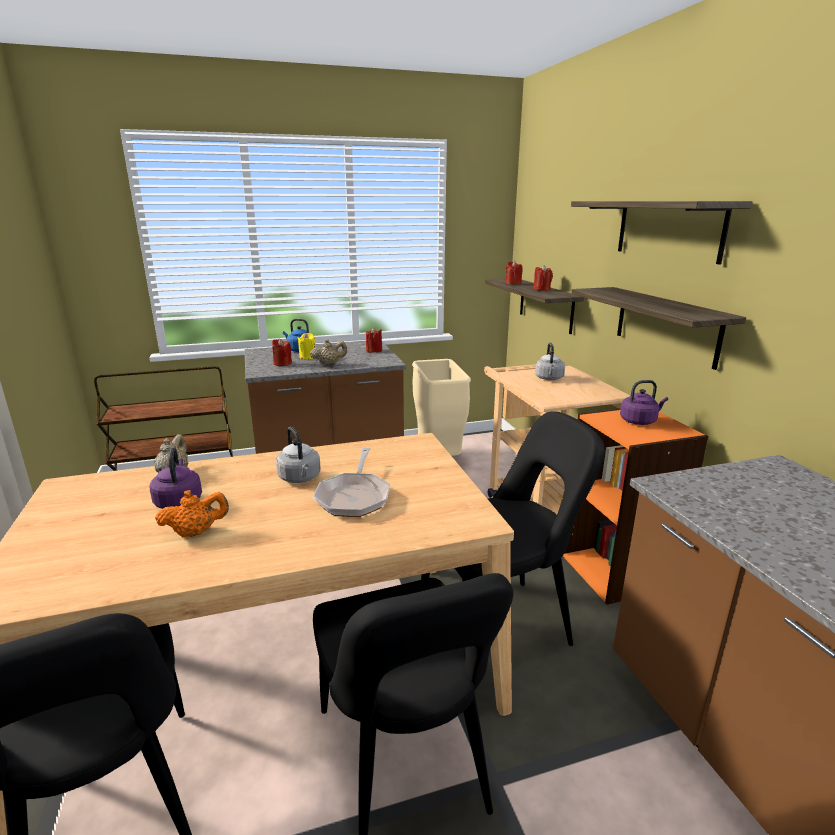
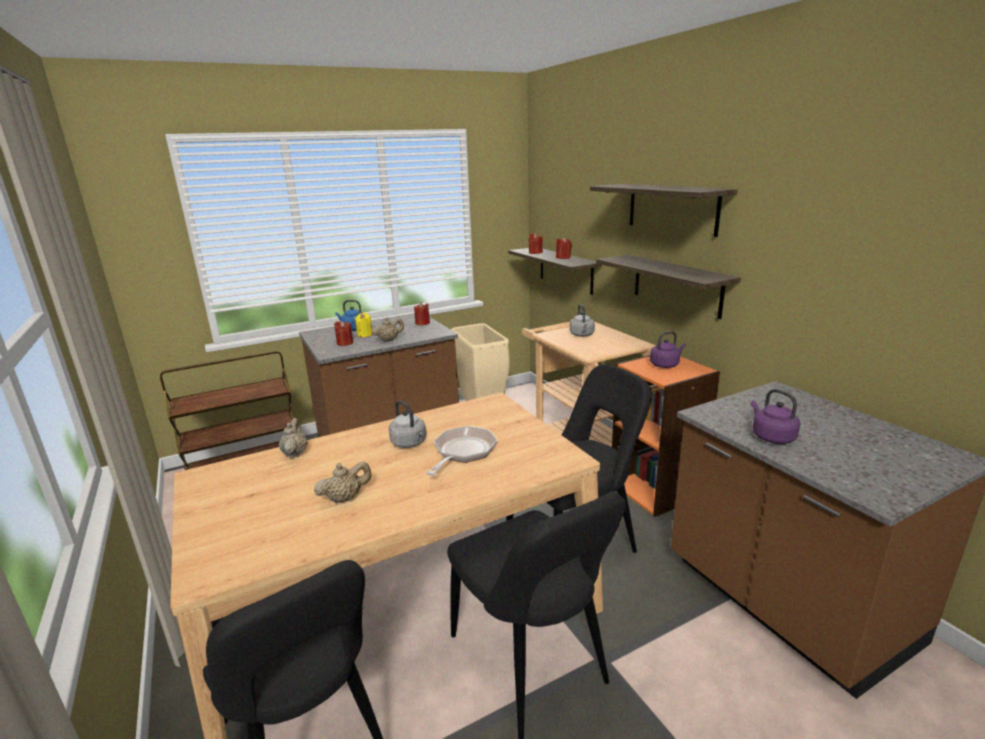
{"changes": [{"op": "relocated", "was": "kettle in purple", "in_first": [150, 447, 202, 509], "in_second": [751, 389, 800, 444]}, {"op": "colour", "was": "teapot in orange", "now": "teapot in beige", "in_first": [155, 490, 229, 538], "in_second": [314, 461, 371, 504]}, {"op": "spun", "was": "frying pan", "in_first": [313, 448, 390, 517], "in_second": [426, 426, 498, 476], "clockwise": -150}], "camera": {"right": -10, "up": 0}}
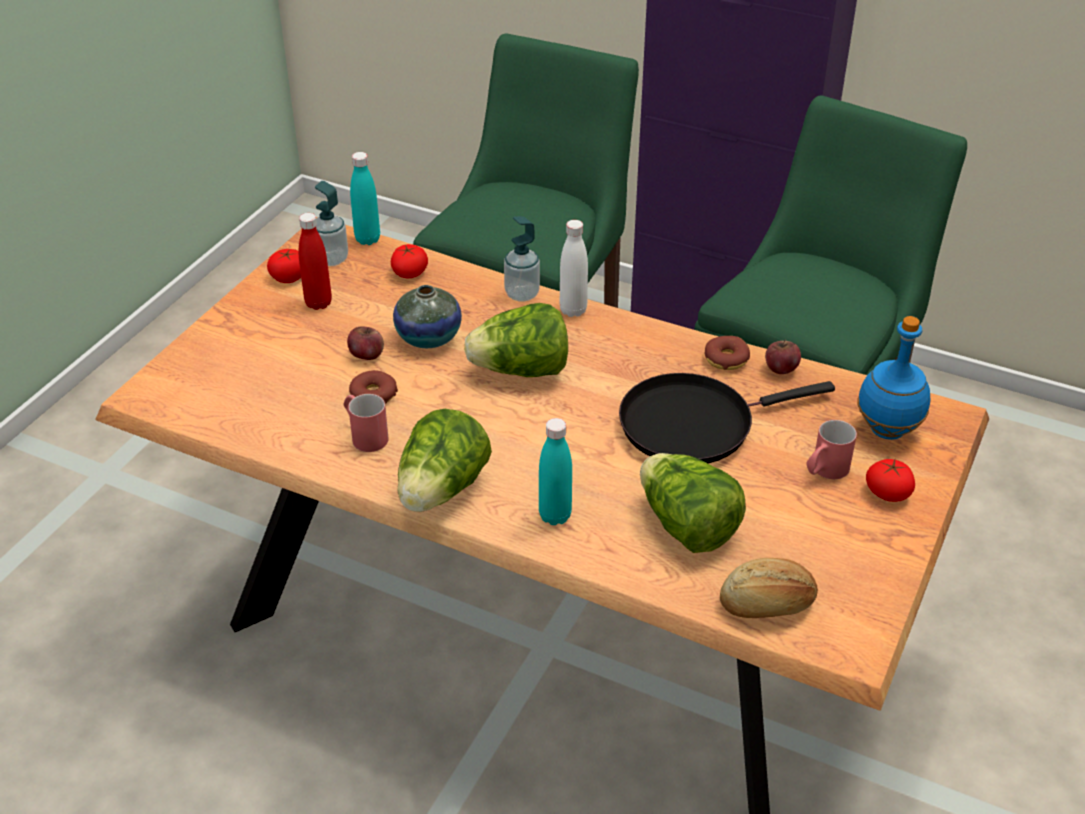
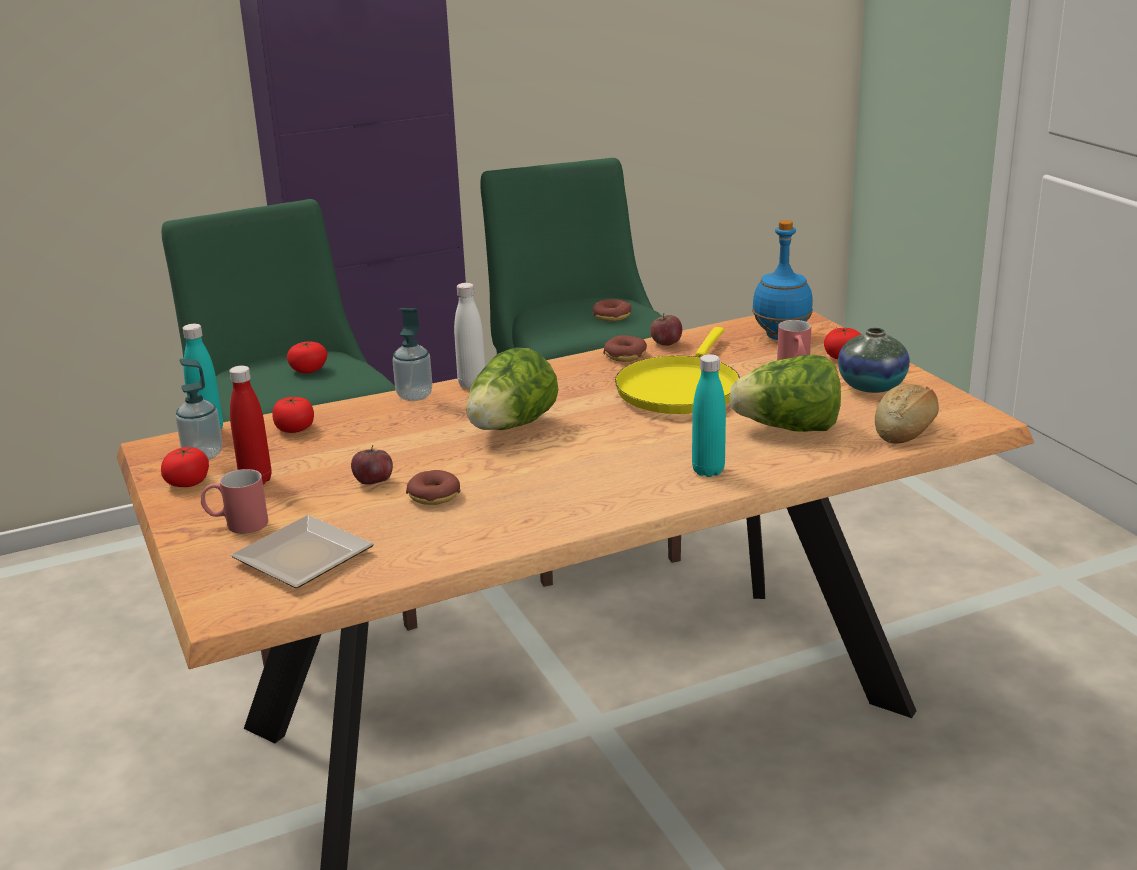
{"changes": [{"op": "missing", "was": "lettuce", "in_first": [397, 409, 492, 512]}, {"op": "appeared", "now": "plate", "in_second": [230, 515, 374, 588]}, {"op": "appeared", "now": "tomato", "in_second": [287, 341, 327, 373]}, {"op": "appeared", "now": "donut", "in_second": [593, 299, 631, 321]}, {"op": "relocated", "was": "mug in red", "in_first": [344, 394, 389, 452], "in_second": [201, 469, 268, 534]}, {"op": "relocated", "was": "vase", "in_first": [393, 285, 462, 348], "in_second": [838, 328, 910, 393]}, {"op": "colour", "was": "frying pan in black", "now": "frying pan in yellow", "in_first": [619, 373, 835, 463], "in_second": [615, 327, 740, 414]}], "camera": {"right": -50, "up": -15}}
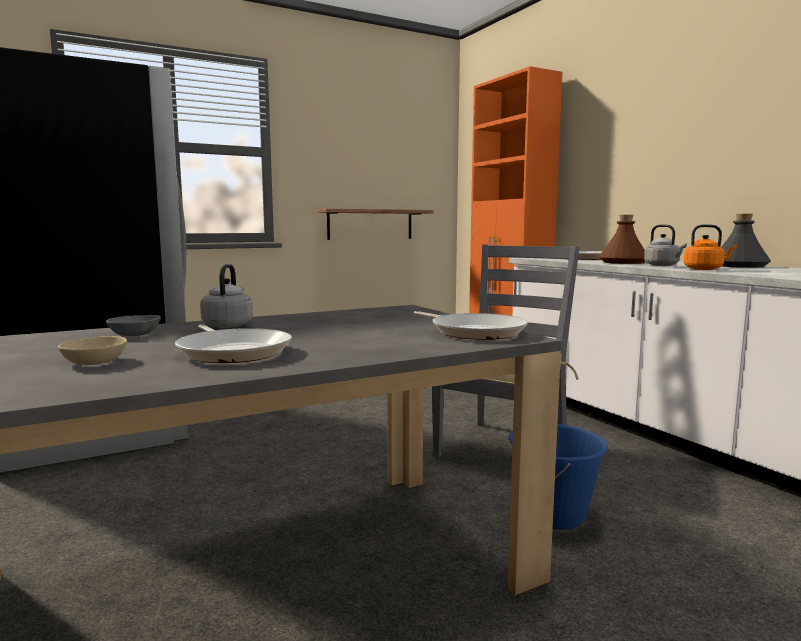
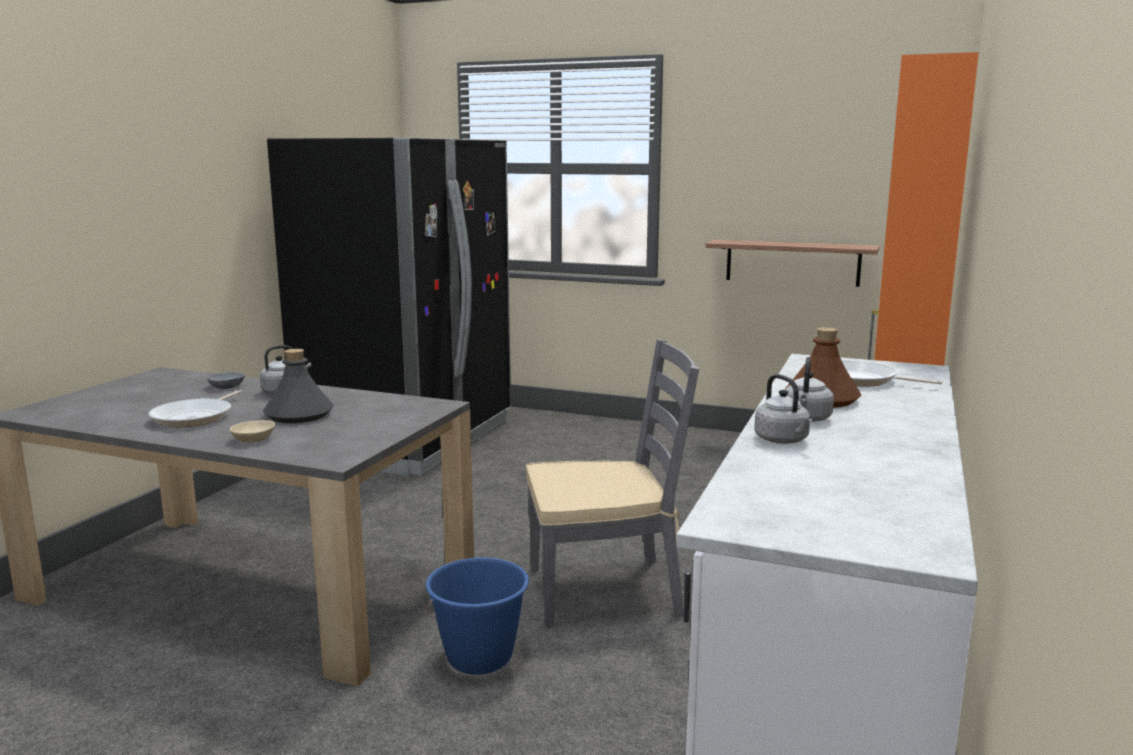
{"changes": [{"op": "missing", "was": "frying pan", "in_first": [413, 311, 528, 340]}, {"op": "relocated", "was": "bowl in beige", "in_first": [58, 336, 127, 365], "in_second": [230, 420, 275, 443]}, {"op": "relocated", "was": "bottle in grey", "in_first": [722, 214, 771, 268], "in_second": [263, 349, 334, 423]}, {"op": "colour", "was": "kettle in orange", "now": "kettle in grey", "in_first": [684, 224, 737, 270], "in_second": [754, 374, 813, 444]}], "camera": {"right": 50, "up": 5}}
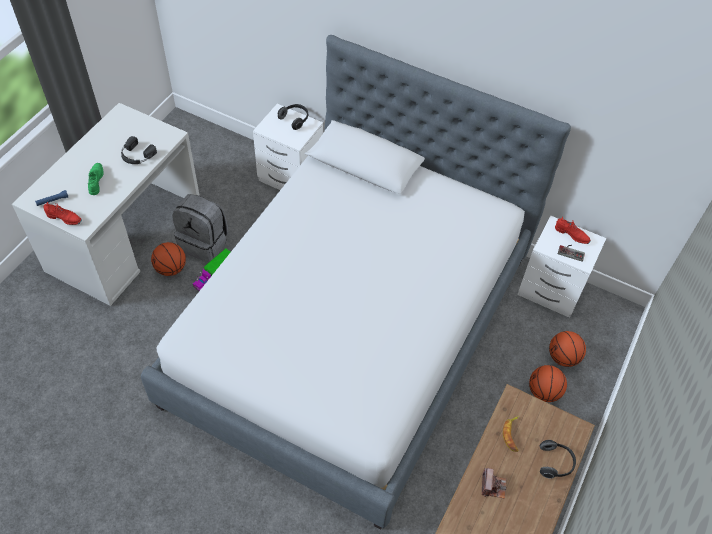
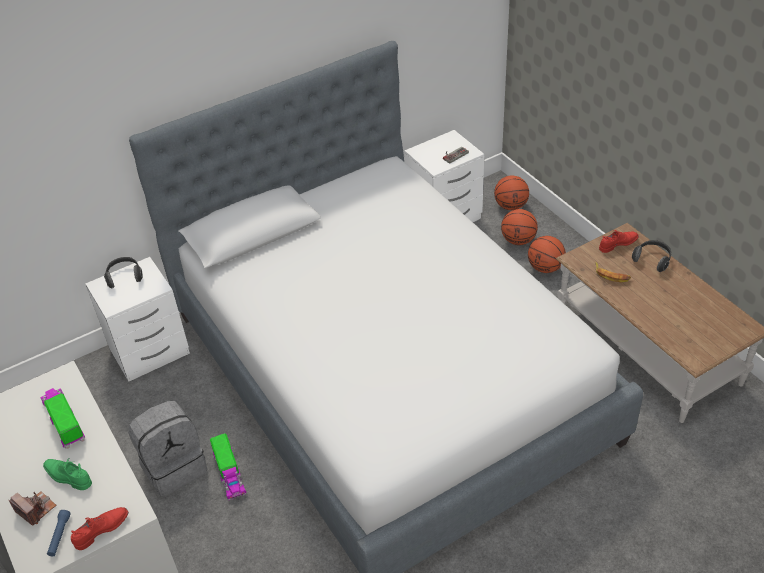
{"changes": [{"op": "relocated", "was": "basketball", "in_first": [151, 242, 186, 276], "in_second": [494, 175, 529, 210]}, {"op": "relocated", "was": "photo camera", "in_first": [482, 468, 506, 499], "in_second": [9, 491, 56, 526]}, {"op": "relocated", "was": "shoe in red", "in_first": [555, 217, 591, 244], "in_second": [599, 230, 639, 253]}, {"op": "exchanged", "was": "headphones in black", "now": "toy truck", "in_first": [121, 136, 157, 164], "in_second": [41, 388, 85, 449]}], "camera": {"right": -55, "up": -10}}
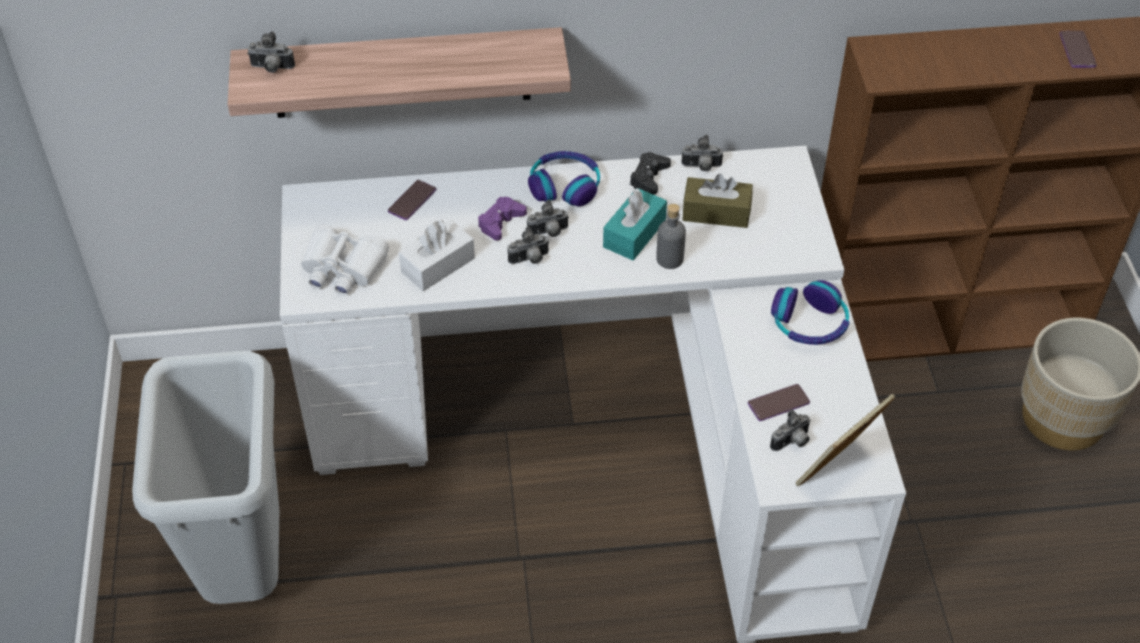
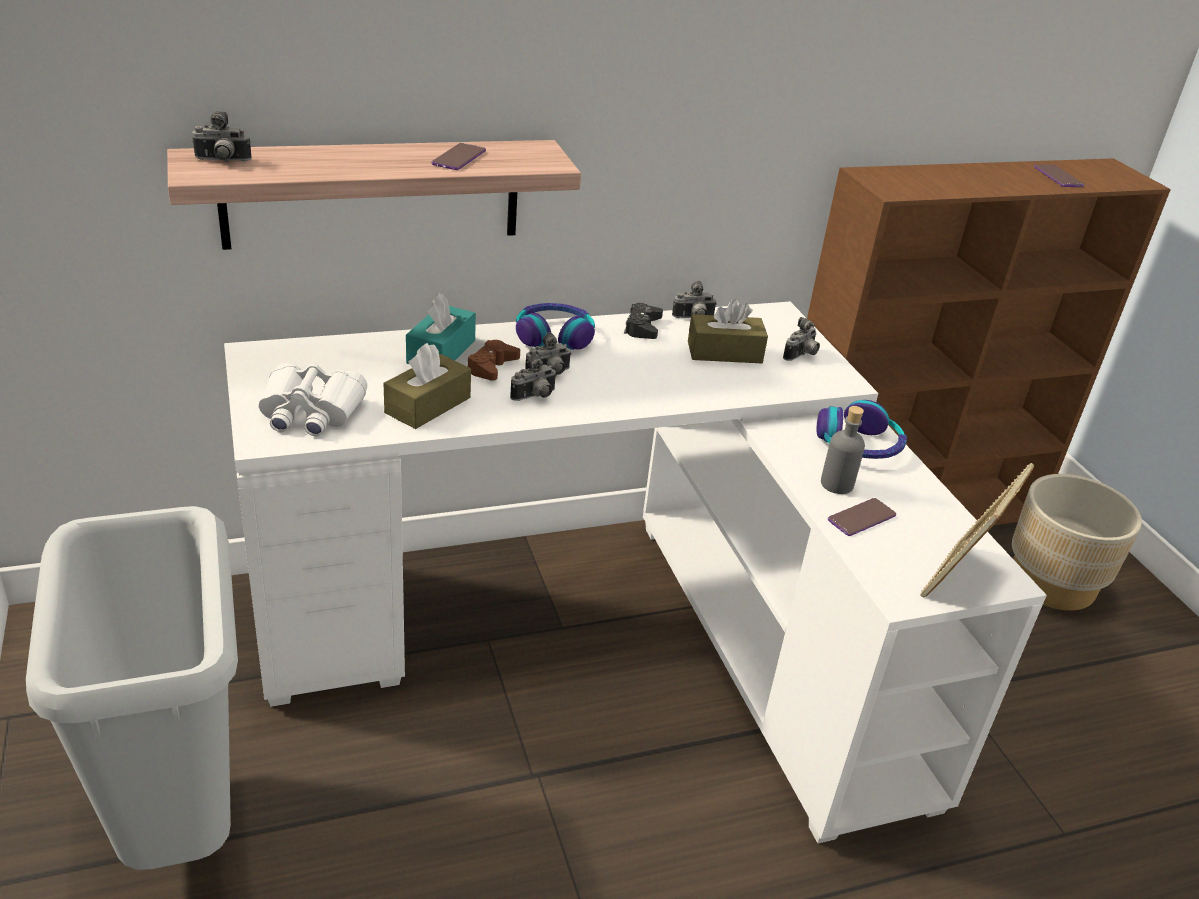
{"changes": [{"op": "relocated", "was": "phone", "in_first": [388, 180, 436, 220], "in_second": [431, 143, 486, 170]}, {"op": "relocated", "was": "tissue box in turquoise", "in_first": [603, 188, 667, 260], "in_second": [406, 293, 476, 364]}, {"op": "relocated", "was": "bottle in grey", "in_first": [656, 204, 686, 269], "in_second": [821, 406, 865, 494]}, {"op": "relocated", "was": "photo camera", "in_first": [770, 409, 811, 451], "in_second": [783, 317, 820, 361]}, {"op": "colour", "was": "tissue box in white", "now": "tissue box in brown", "in_first": [399, 219, 475, 291], "in_second": [384, 343, 471, 429]}, {"op": "colour", "was": "game controller in purple", "now": "game controller in brown", "in_first": [478, 197, 527, 240], "in_second": [467, 340, 520, 381]}], "camera": {"right": -15, "up": -15}}
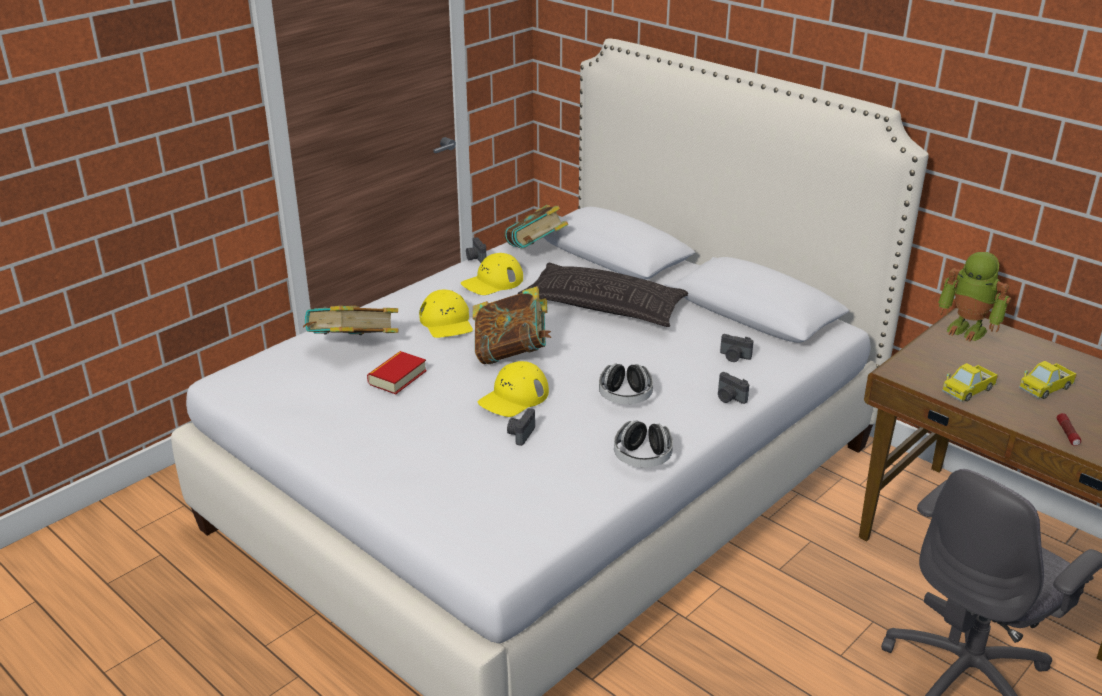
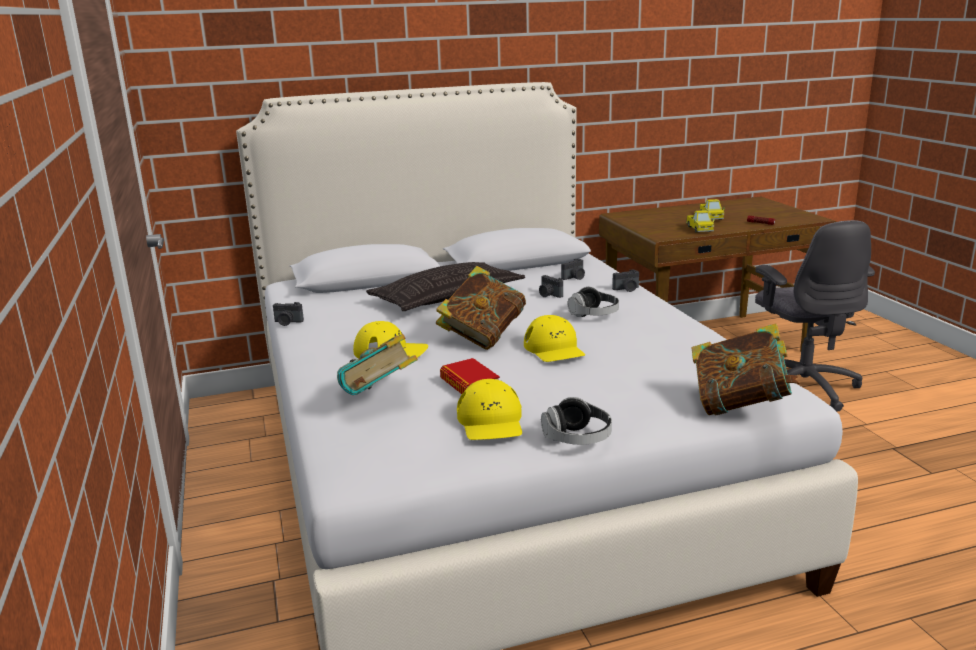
{"changes": [{"op": "missing", "was": "toy robot", "in_first": [938, 252, 1011, 342]}, {"op": "relocated", "was": "cap in yellow", "in_first": [461, 253, 523, 295], "in_second": [457, 379, 522, 440]}, {"op": "relocated", "was": "book", "in_first": [504, 205, 568, 248], "in_second": [691, 323, 800, 415]}, {"op": "relocated", "was": "photo camera", "in_first": [507, 408, 535, 446], "in_second": [539, 275, 563, 298]}, {"op": "relocated", "was": "headphones", "in_first": [614, 420, 673, 468], "in_second": [541, 397, 612, 445]}], "camera": {"right": -60, "up": -10}}
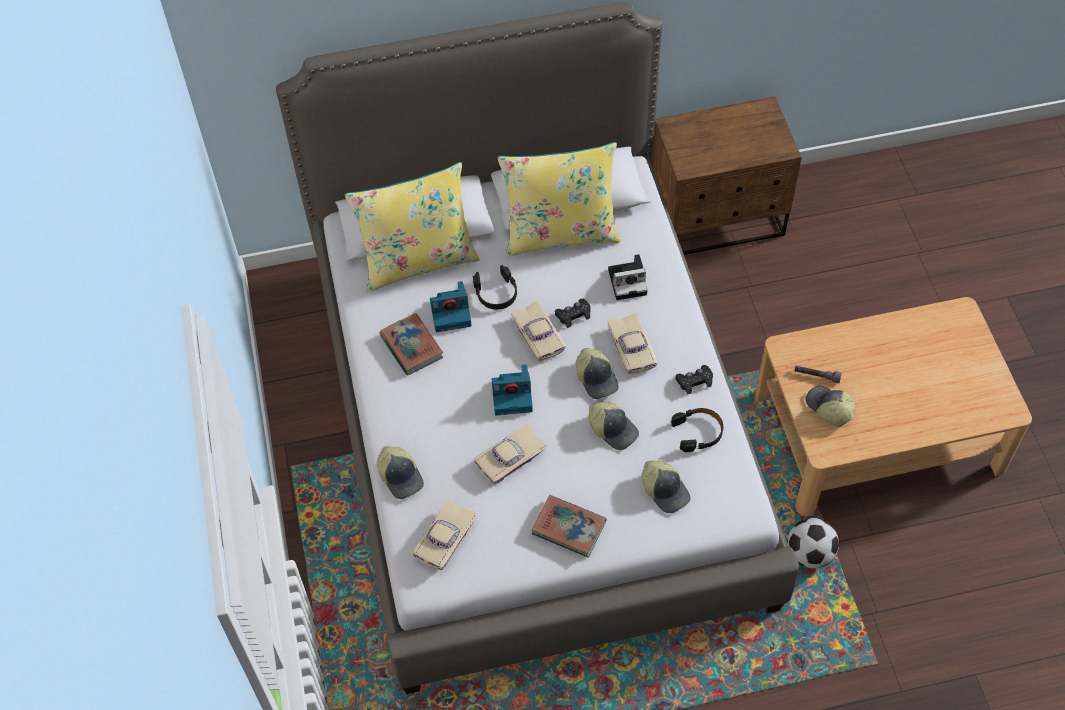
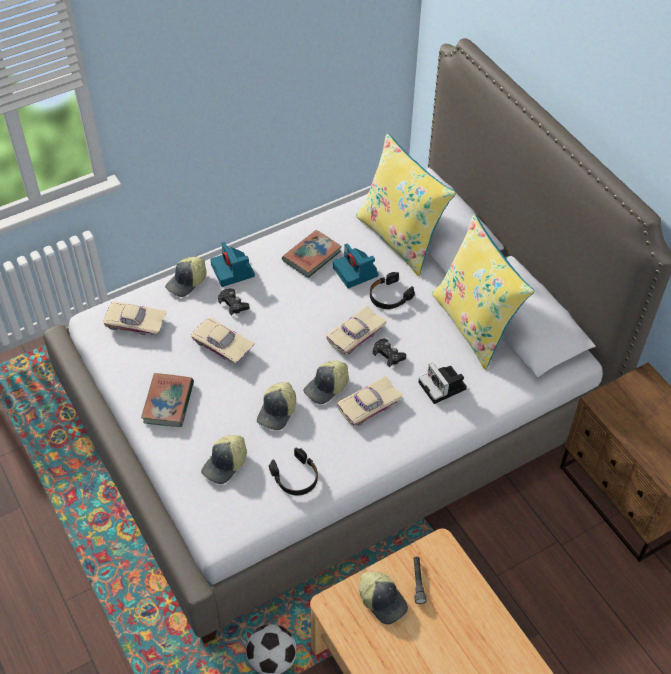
{"changes": [{"op": "relocated", "was": "photo camera", "in_first": [492, 365, 533, 416], "in_second": [210, 242, 255, 287]}, {"op": "relocated", "was": "game controller in black", "in_first": [676, 365, 713, 395], "in_second": [218, 288, 249, 316]}, {"op": "spun", "was": "cap", "in_first": [806, 385, 855, 427], "in_second": [359, 572, 408, 624], "clockwise": 105}], "camera": {"right": 70, "up": -5}}
